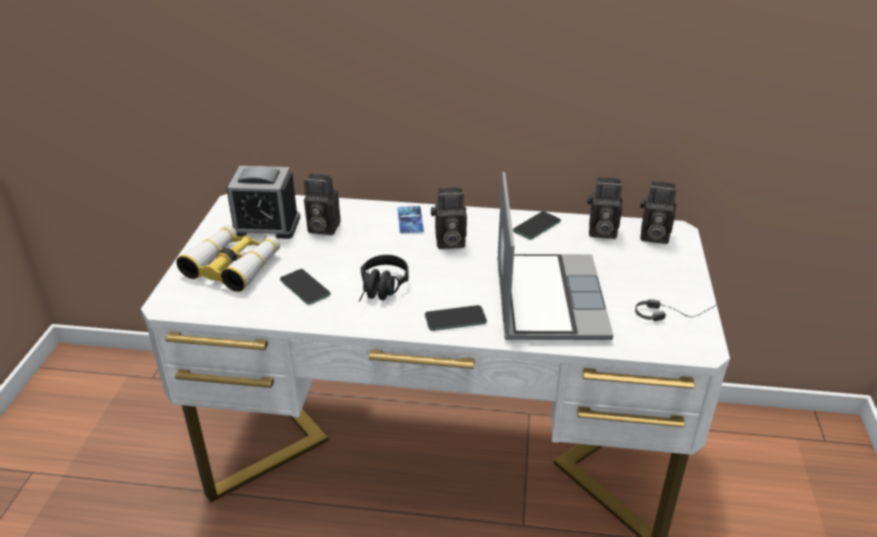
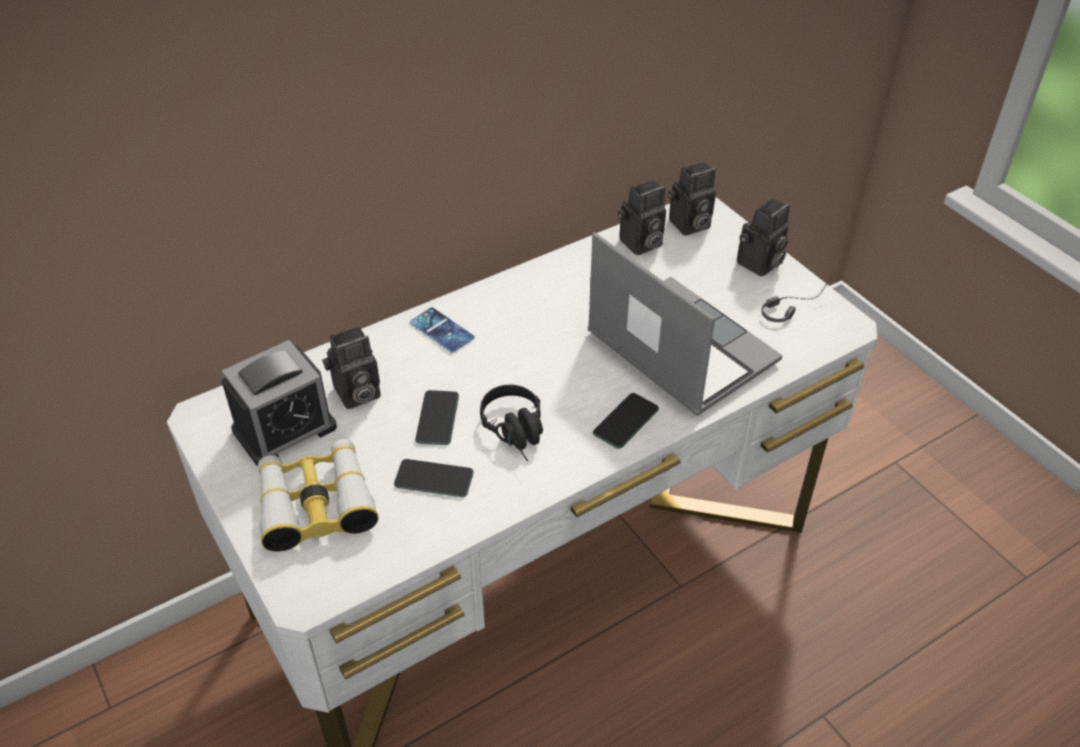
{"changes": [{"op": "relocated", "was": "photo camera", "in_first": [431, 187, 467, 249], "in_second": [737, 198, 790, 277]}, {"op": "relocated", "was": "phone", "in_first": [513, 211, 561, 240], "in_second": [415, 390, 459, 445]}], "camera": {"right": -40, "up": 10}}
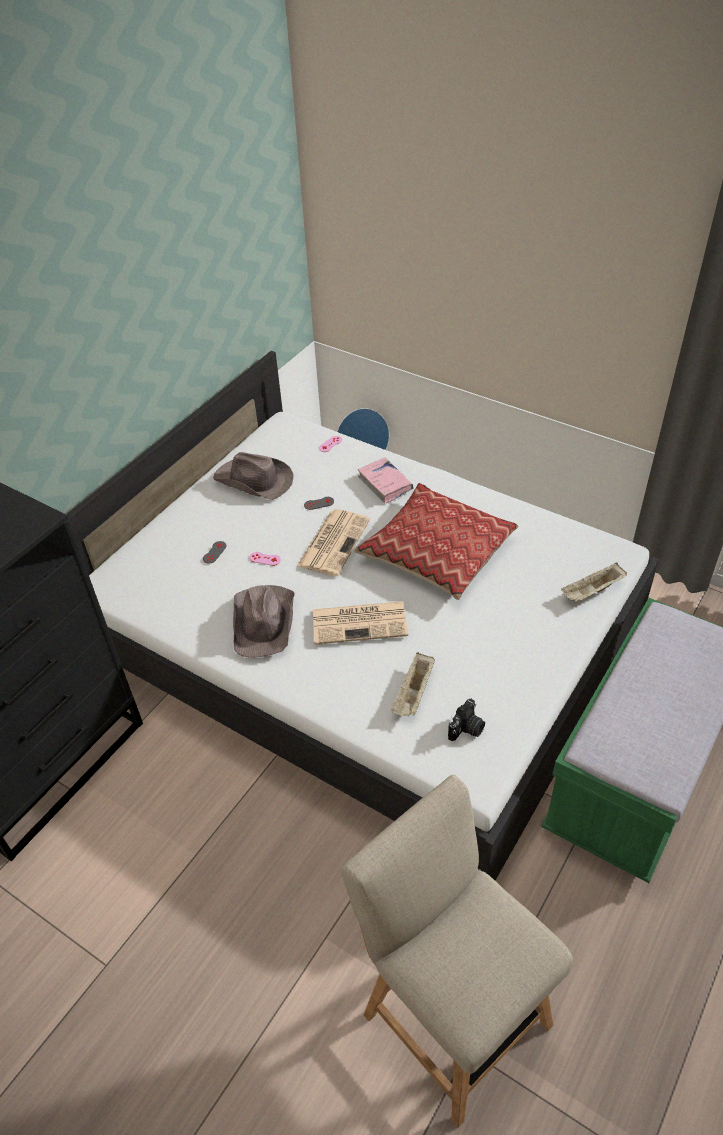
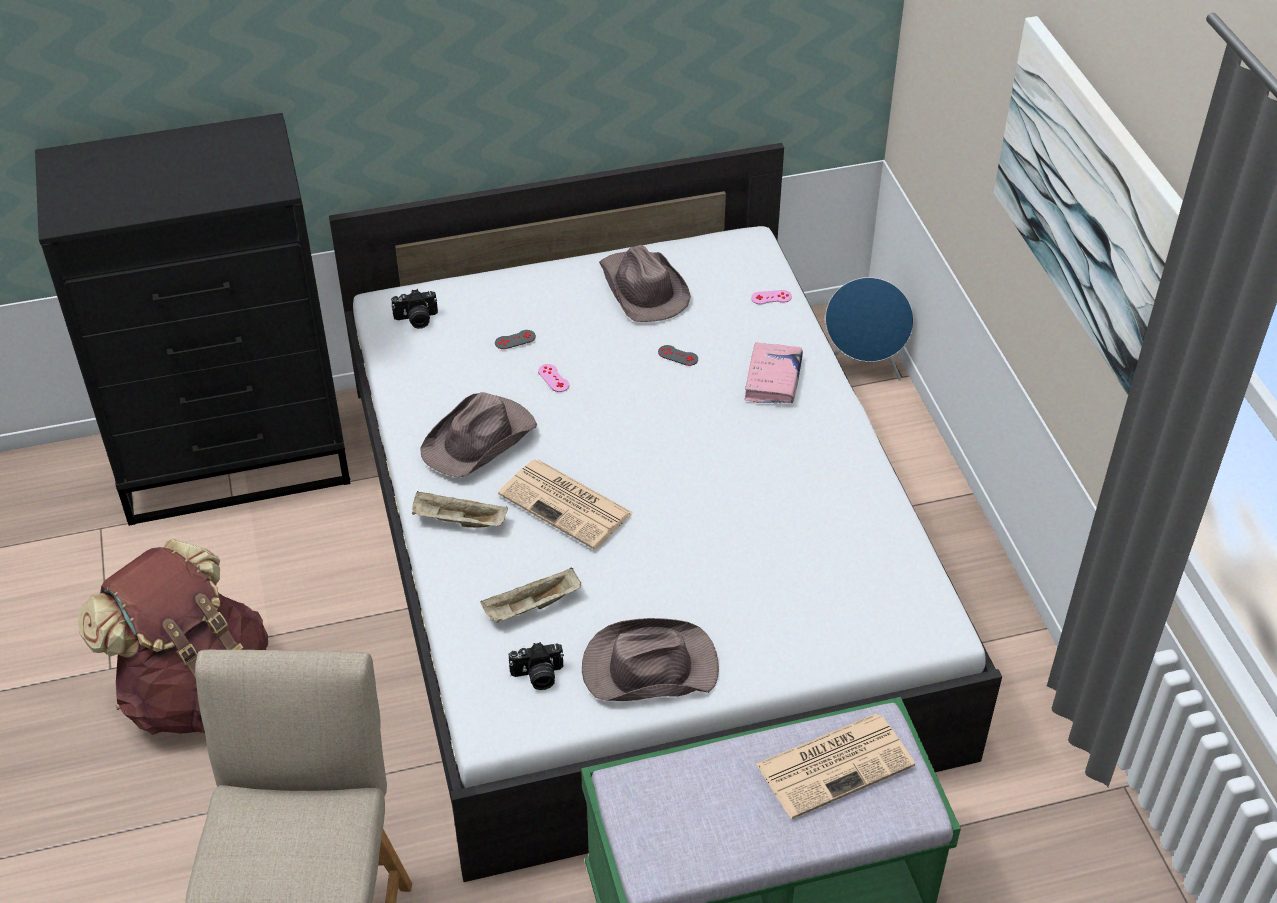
{"changes": [{"op": "missing", "was": "pillow", "in_first": [355, 483, 518, 600]}, {"op": "appeared", "now": "backpack in brown", "in_second": [78, 539, 268, 735]}, {"op": "appeared", "now": "photo camera", "in_second": [391, 289, 438, 329]}, {"op": "appeared", "now": "hat in brown", "in_second": [582, 618, 719, 701]}, {"op": "appeared", "now": "picture", "in_second": [993, 16, 1183, 395]}, {"op": "relocated", "was": "newspaper", "in_first": [297, 509, 370, 576], "in_second": [756, 713, 915, 819]}, {"op": "relocated", "was": "tray in beige", "in_first": [561, 562, 627, 603], "in_second": [412, 491, 508, 528]}], "camera": {"right": 40, "up": 0}}
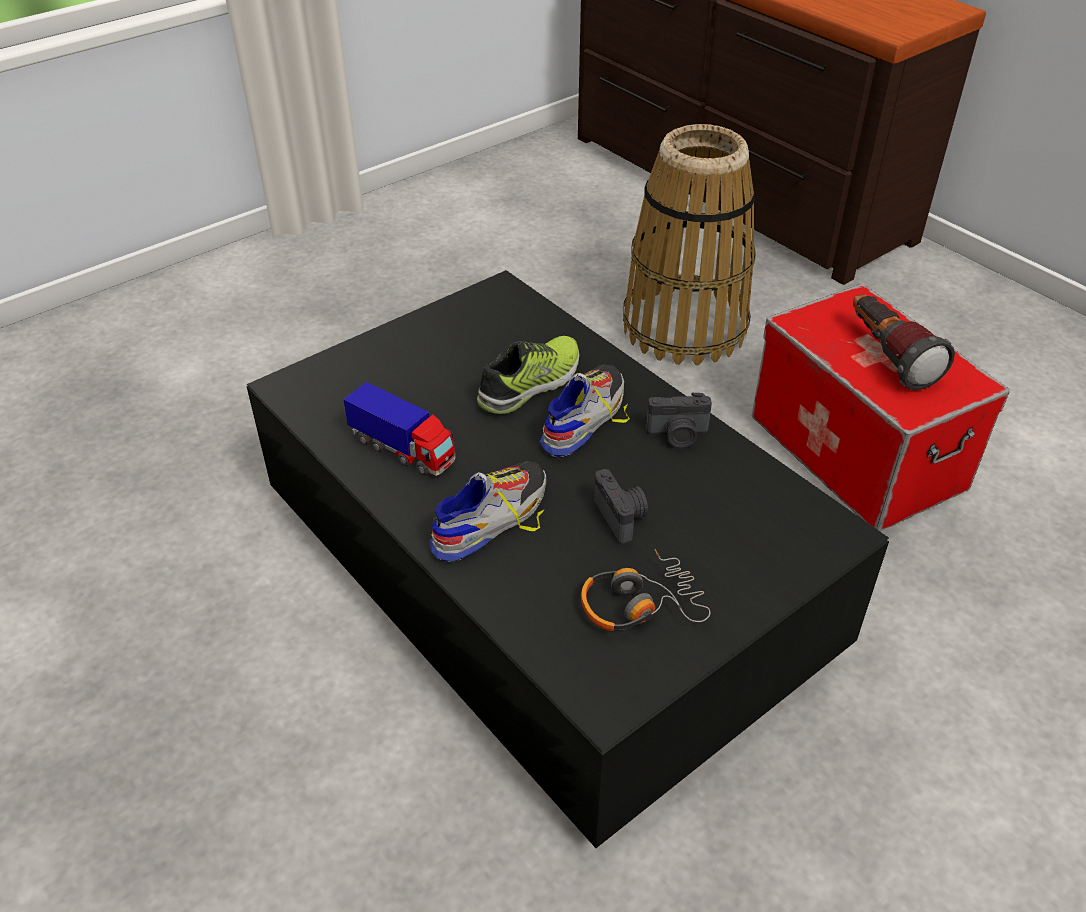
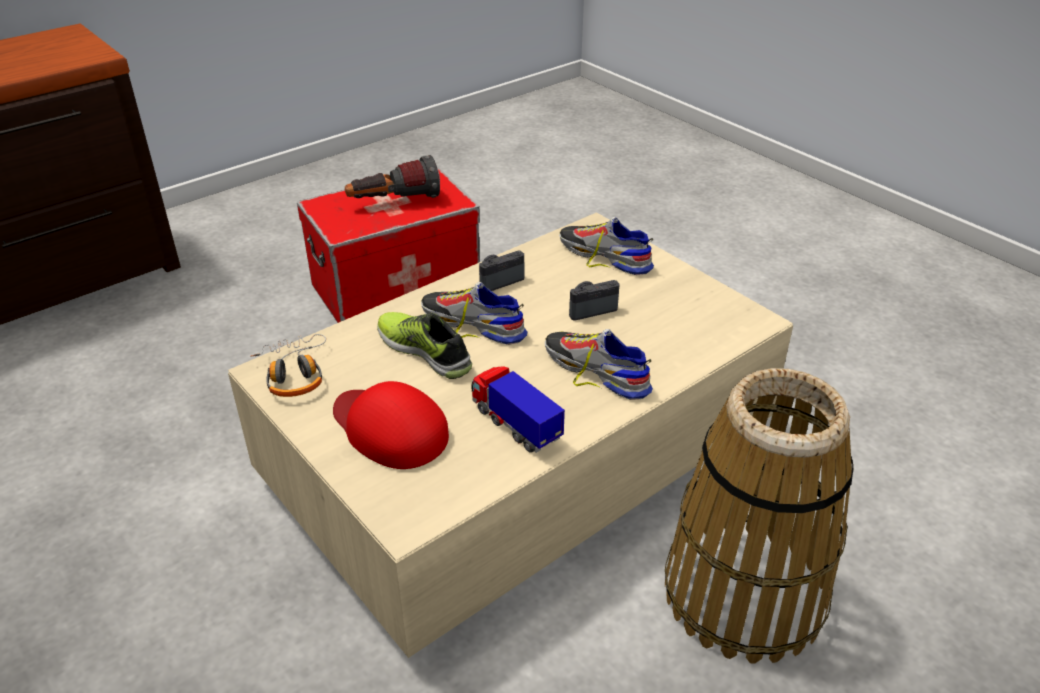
{"changes": [{"op": "appeared", "now": "cap in red", "in_second": [333, 381, 449, 469]}, {"op": "appeared", "now": "shoe", "in_second": [559, 217, 654, 275]}, {"op": "relocated", "was": "headphones", "in_first": [581, 549, 710, 631], "in_second": [250, 334, 326, 397]}, {"op": "relocated", "was": "basket", "in_first": [623, 124, 756, 365], "in_second": [665, 368, 853, 664]}, {"op": "colour", "was": "coffee table in black", "now": "coffee table in beige", "in_first": [247, 270, 889, 848], "in_second": [228, 212, 793, 658]}, {"op": "spun", "was": "toy truck", "in_first": [343, 382, 456, 476], "in_second": [471, 366, 565, 453], "clockwise": -75}, {"op": "spun", "was": "photo camera", "in_first": [646, 393, 712, 448], "in_second": [479, 251, 524, 291], "clockwise": -120}], "camera": {"right": -90, "up": -5}}
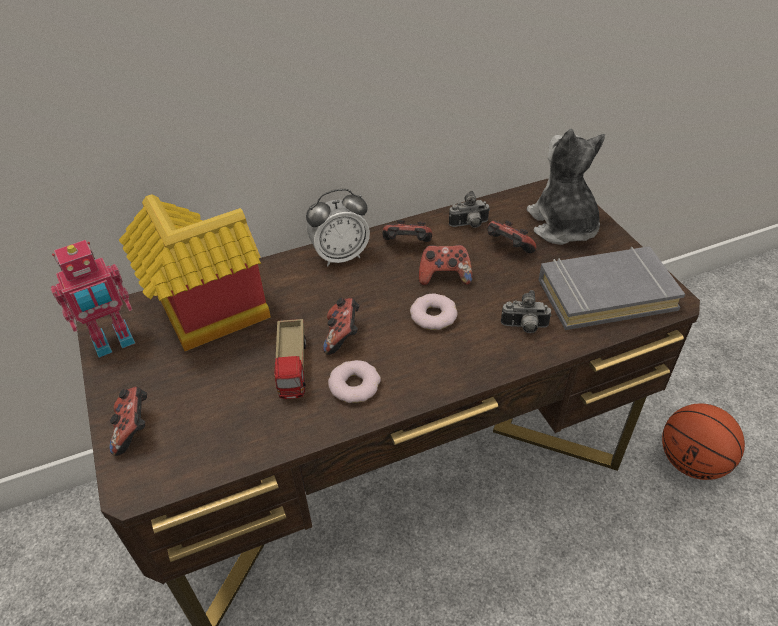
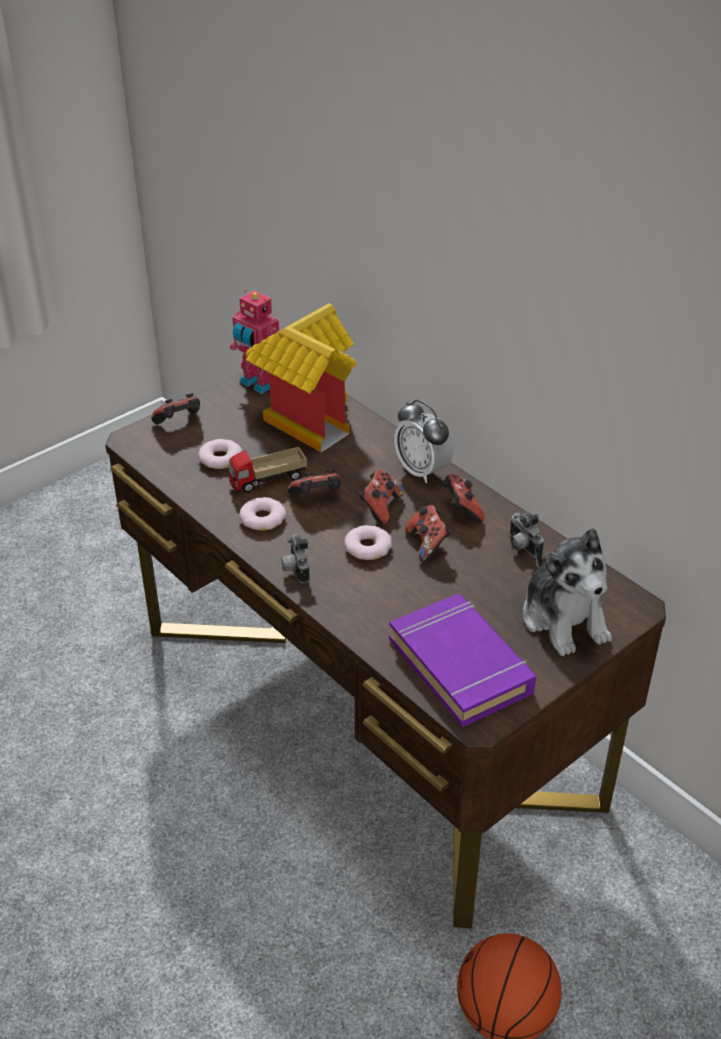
{"changes": [{"op": "appeared", "now": "donut", "in_second": [198, 439, 242, 469]}, {"op": "relocated", "was": "game controller", "in_first": [488, 220, 536, 253], "in_second": [359, 470, 404, 525]}, {"op": "relocated", "was": "photo camera", "in_first": [501, 290, 551, 333], "in_second": [281, 534, 310, 583]}, {"op": "colour", "was": "book in grey", "now": "book in purple", "in_first": [539, 246, 685, 330], "in_second": [389, 594, 536, 727]}, {"op": "spun", "was": "plush toy", "in_first": [526, 128, 605, 245], "in_second": [523, 528, 612, 656], "clockwise": 105}], "camera": {"right": 70, "up": -5}}
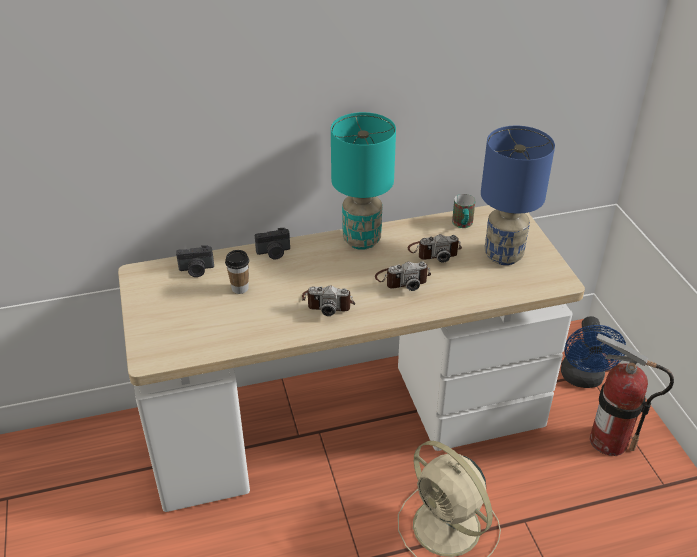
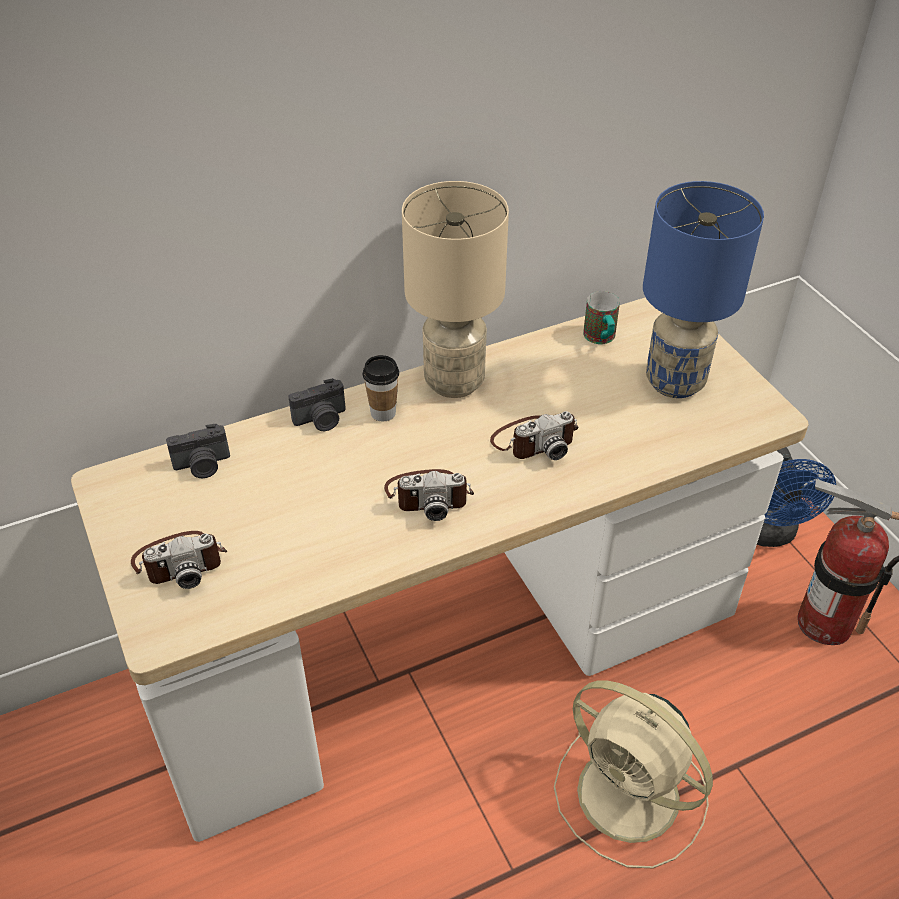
{"changes": [{"op": "relocated", "was": "cup", "in_first": [225, 250, 249, 294], "in_second": [363, 355, 399, 421]}, {"op": "relocated", "was": "photo camera", "in_first": [408, 234, 462, 263], "in_second": [131, 531, 227, 589]}, {"op": "colour", "was": "table lamp in turquoise", "now": "table lamp in beige", "in_first": [331, 112, 396, 250], "in_second": [402, 181, 509, 398]}], "camera": {"right": -10, "up": 5}}
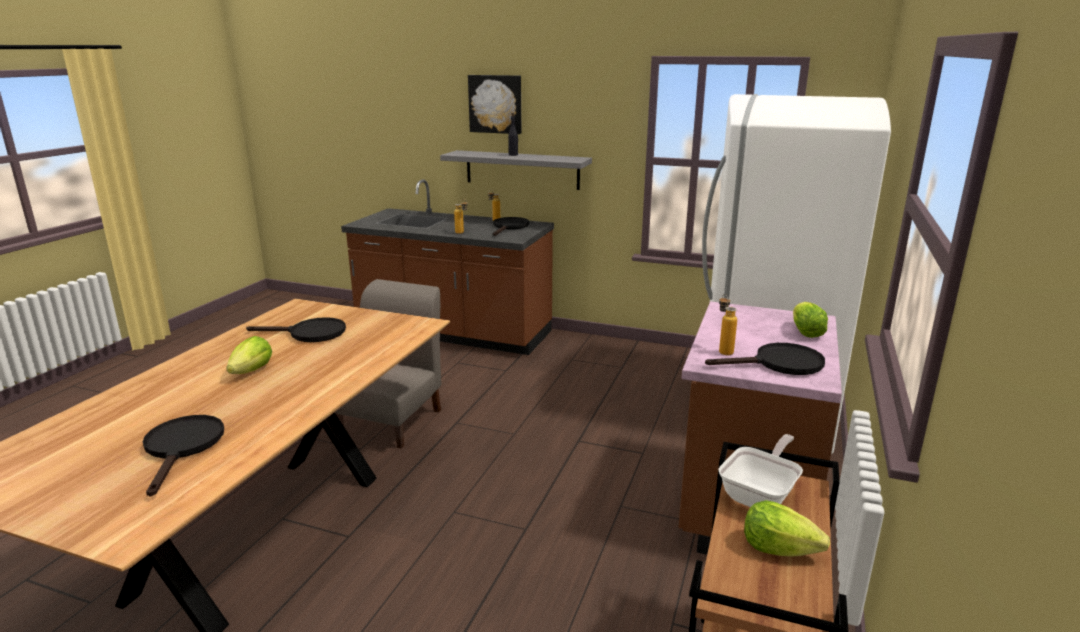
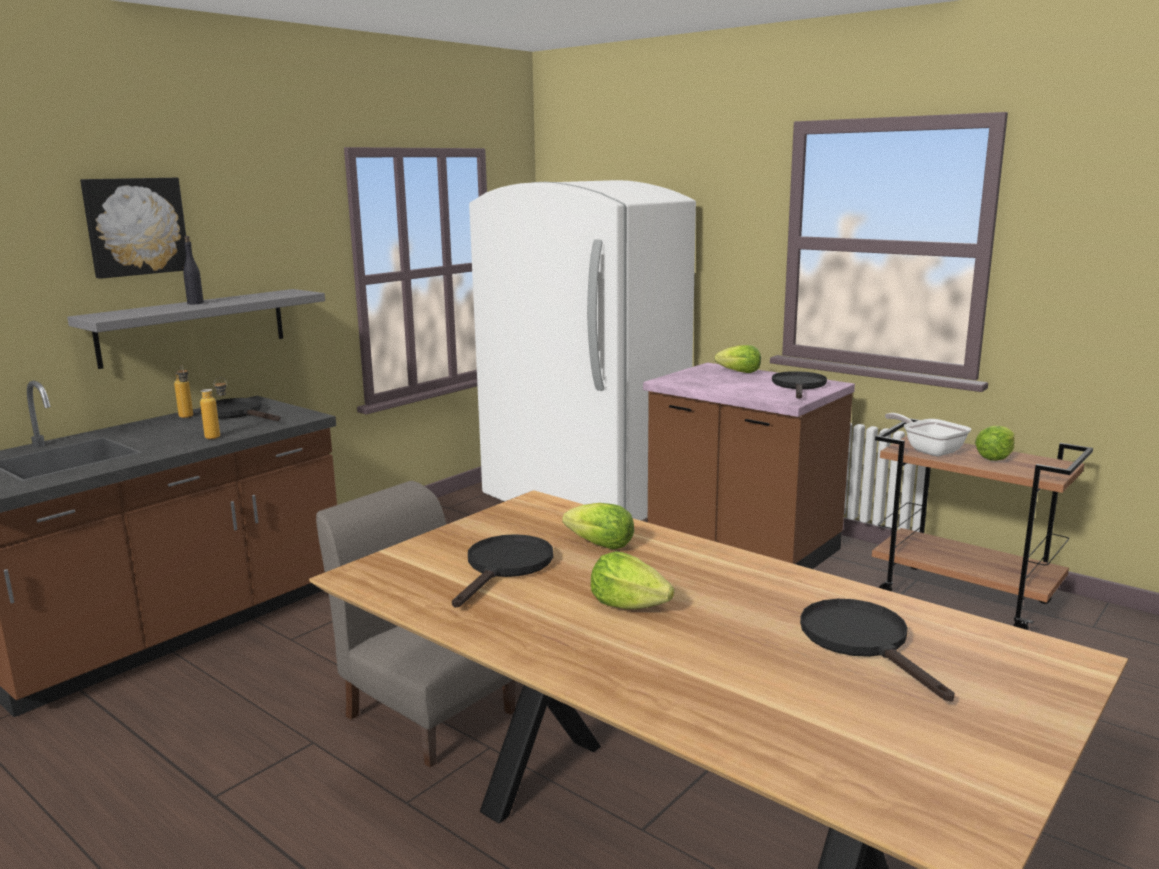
{"changes": [{"op": "missing", "was": "bottle", "in_first": [719, 294, 737, 355]}, {"op": "appeared", "now": "lettuce", "in_second": [562, 503, 634, 550]}, {"op": "spun", "was": "frying pan in black", "in_first": [143, 415, 224, 497], "in_second": [800, 599, 954, 701], "clockwise": 60}], "camera": {"right": -70, "up": -5}}
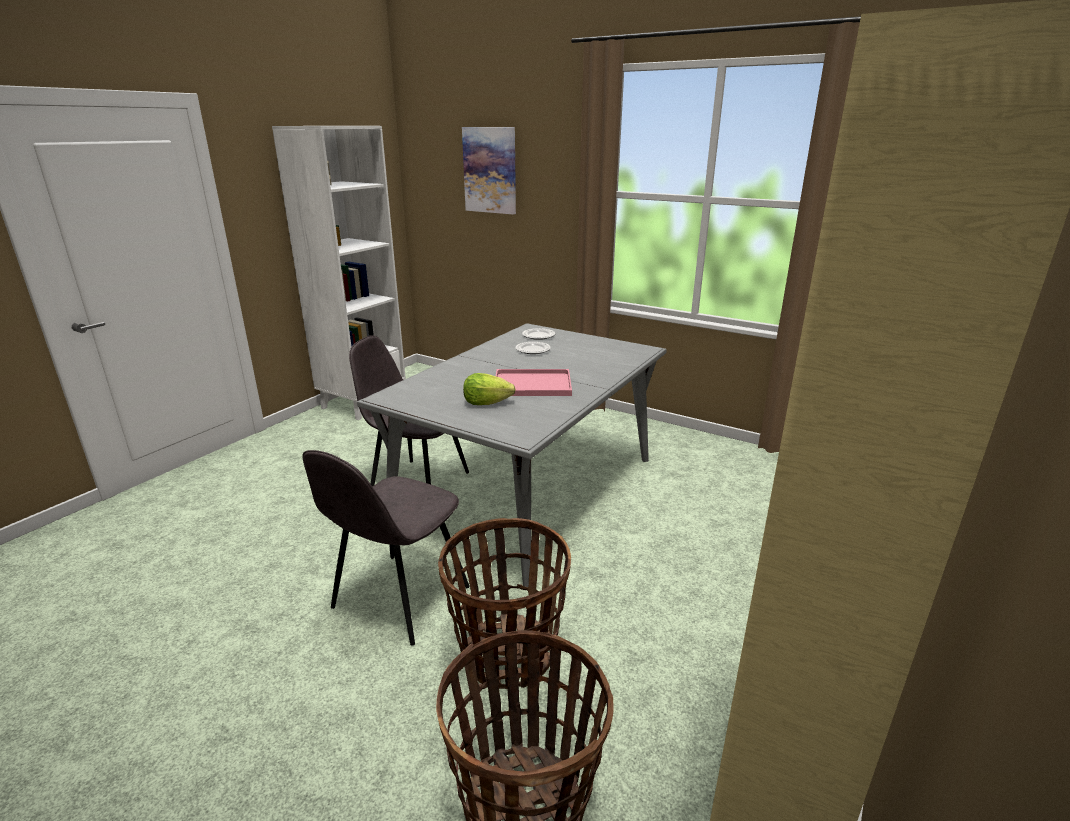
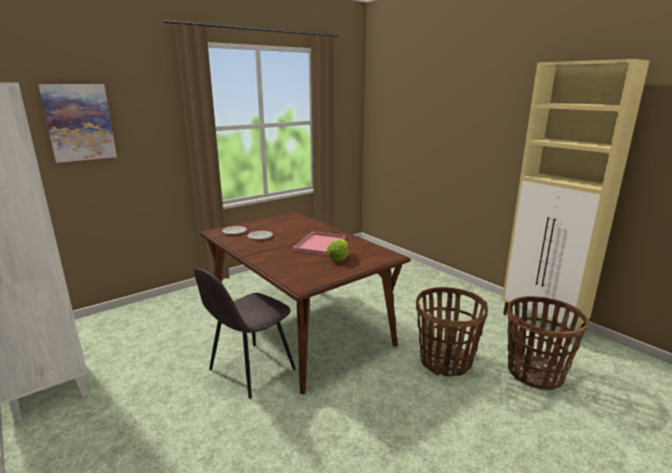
{"changes": [{"op": "missing", "was": "chair in grey", "in_first": [302, 450, 470, 646]}, {"op": "colour", "was": "dining table in grey", "now": "dining table in brown", "in_first": [357, 323, 667, 587], "in_second": [200, 212, 411, 394]}], "camera": {"right": -70, "up": -5}}
